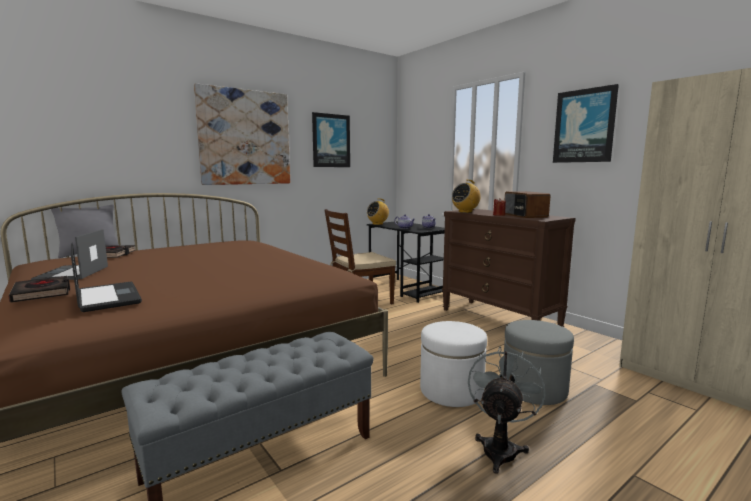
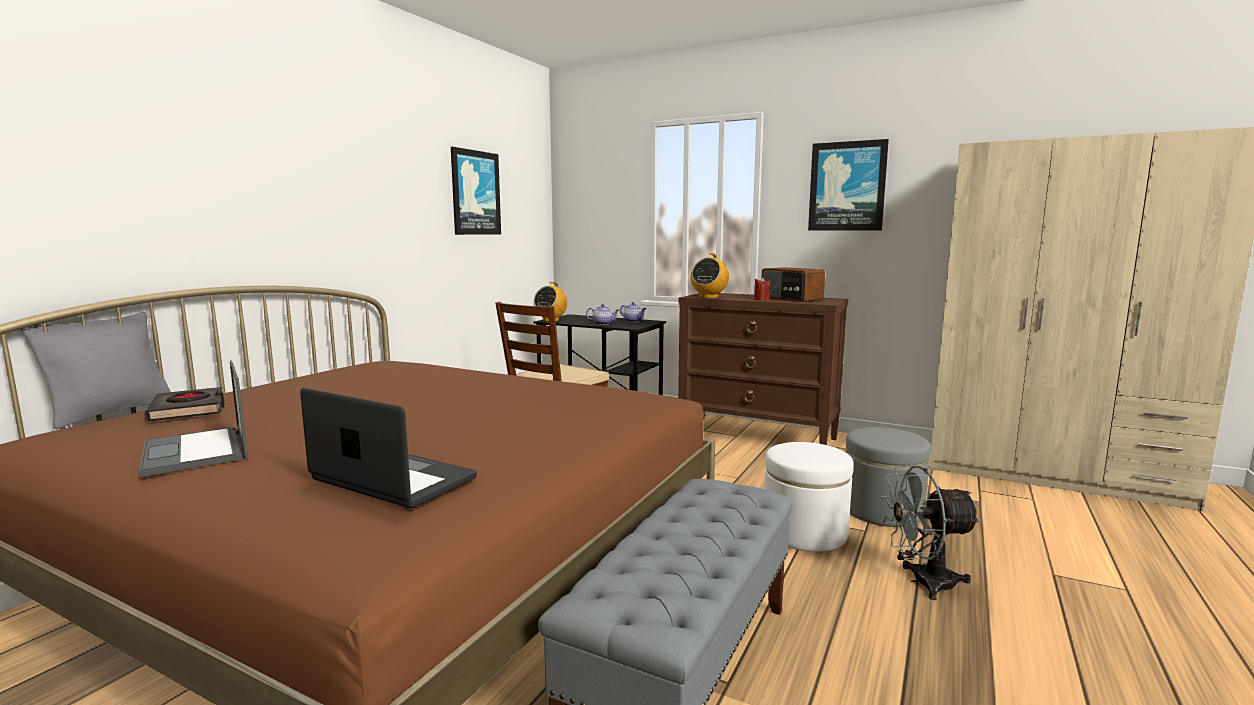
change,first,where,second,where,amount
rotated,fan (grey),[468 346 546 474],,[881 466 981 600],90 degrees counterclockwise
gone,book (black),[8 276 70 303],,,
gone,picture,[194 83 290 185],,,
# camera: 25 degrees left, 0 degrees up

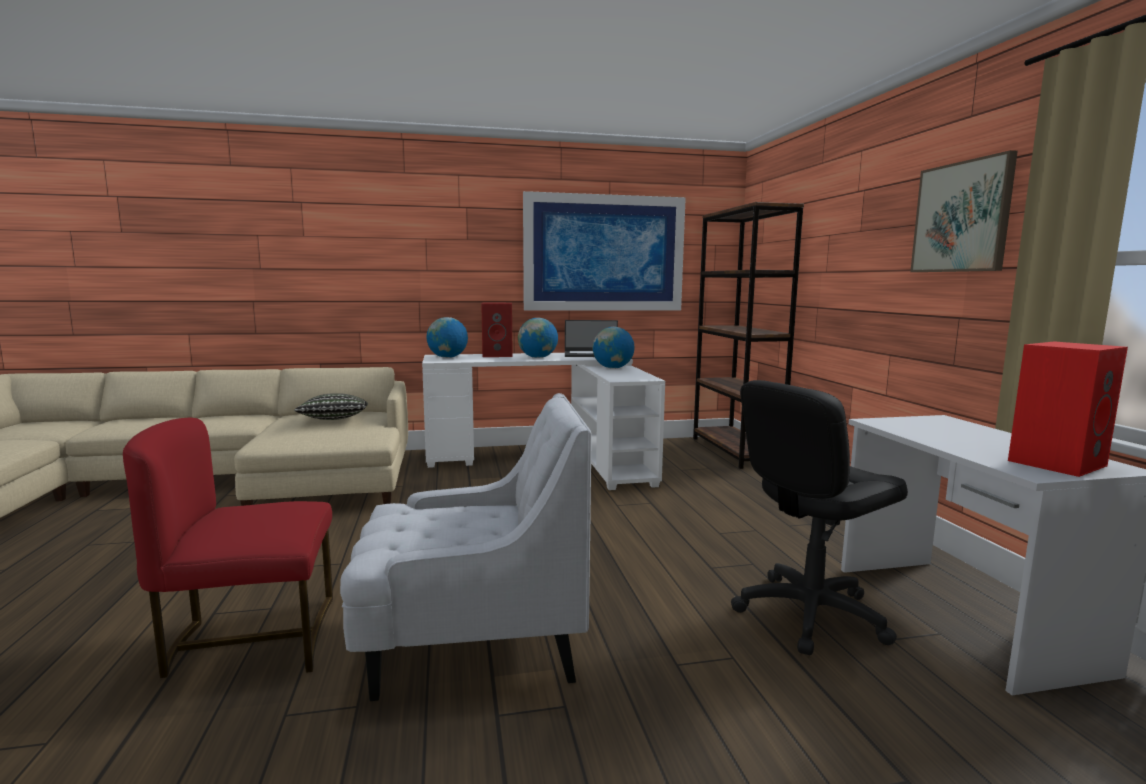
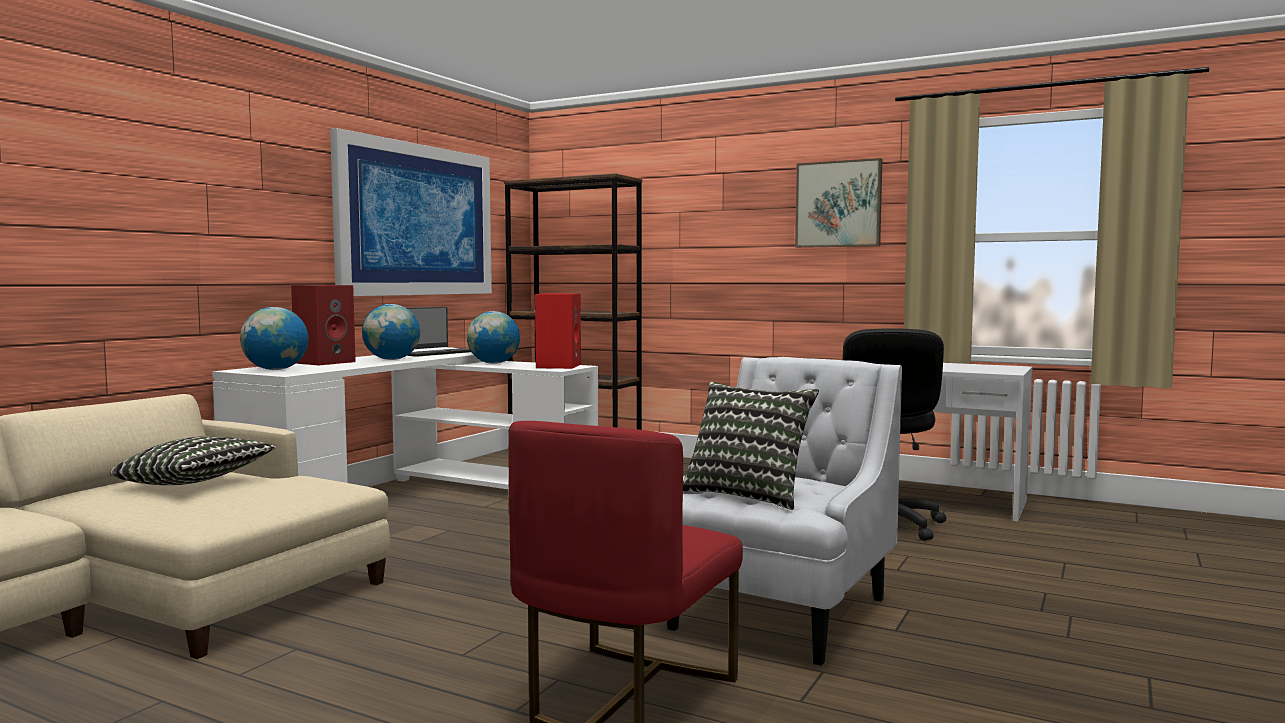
change,first,where,second,where,amount
shifted,speaker (red),[1008 341 1128 477],,[535 294 581 369],
new,,,pillow,[683 381 819 510],
# camera: 50 degrees left, 5 degrees down

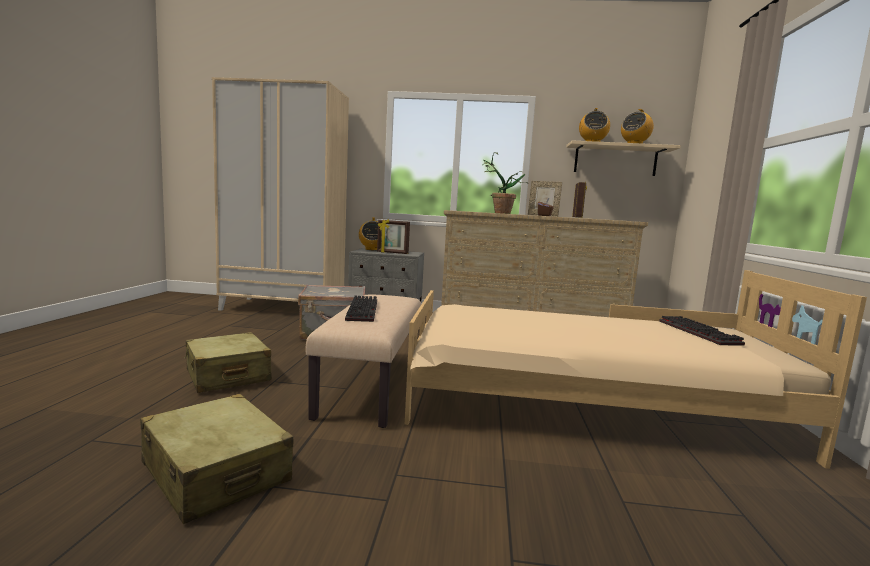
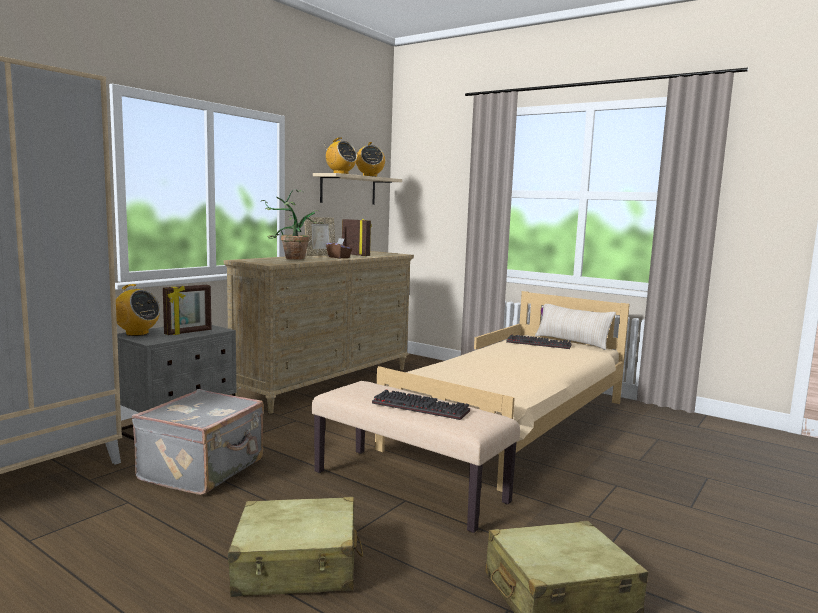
change,first,where,second,where,amount
new,,,pillow (beige),[535 304 616 350],
# camera: 60 degrees left, 0 degrees up

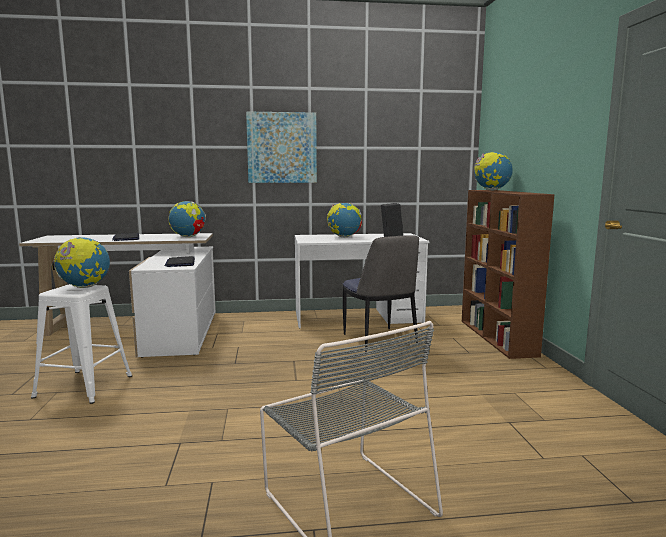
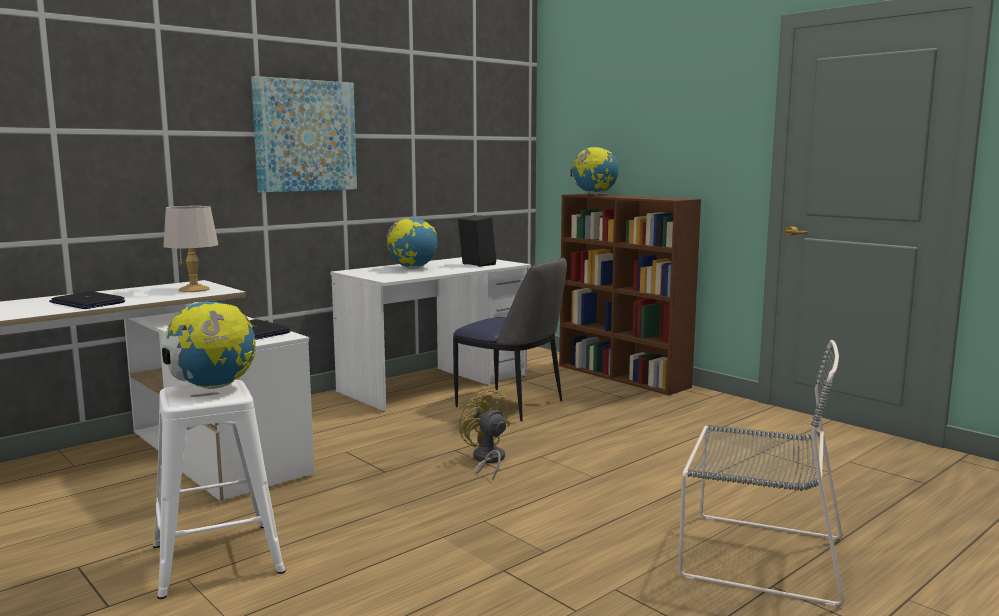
change,first,where,second,where,amount
swapped,globe,[168 201 206 237],table lamp (grey),[163 206 218 292],
new,,,fan (yellow),[459 388 510 480],
# camera: 35 degrees left, 0 degrees up

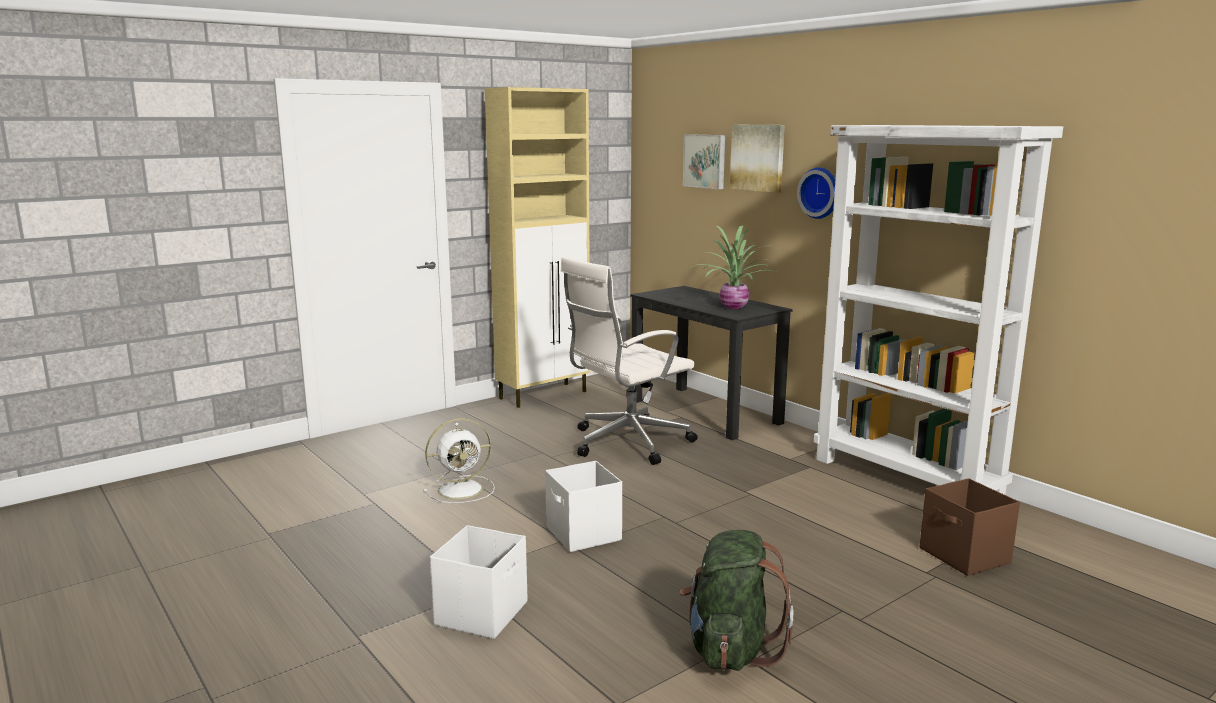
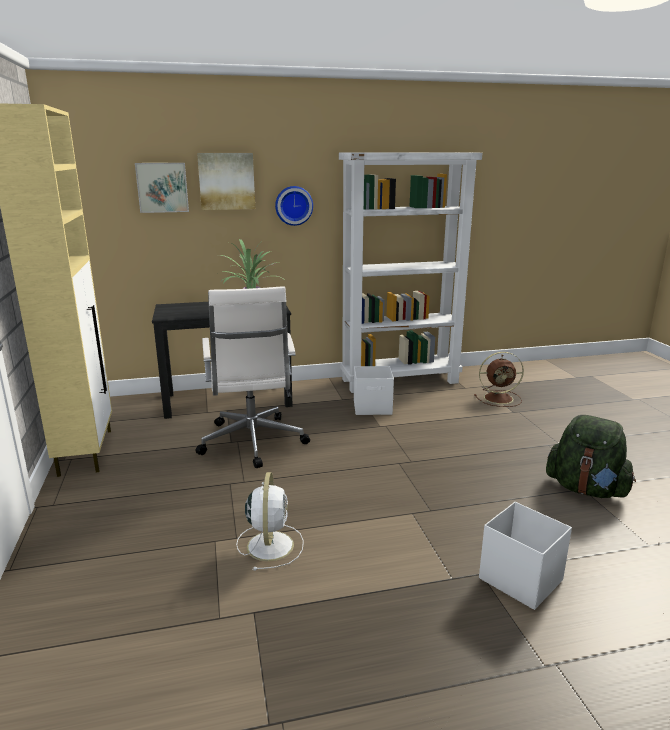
change,first,where,second,where,amount
shifted,storage box (white),[545 461 622 552],,[354 366 394 415],
swapped,storage box (brown),[920 478 1020 576],fan (brown),[474 352 524 407],
# camera: 65 degrees left, 5 degrees up

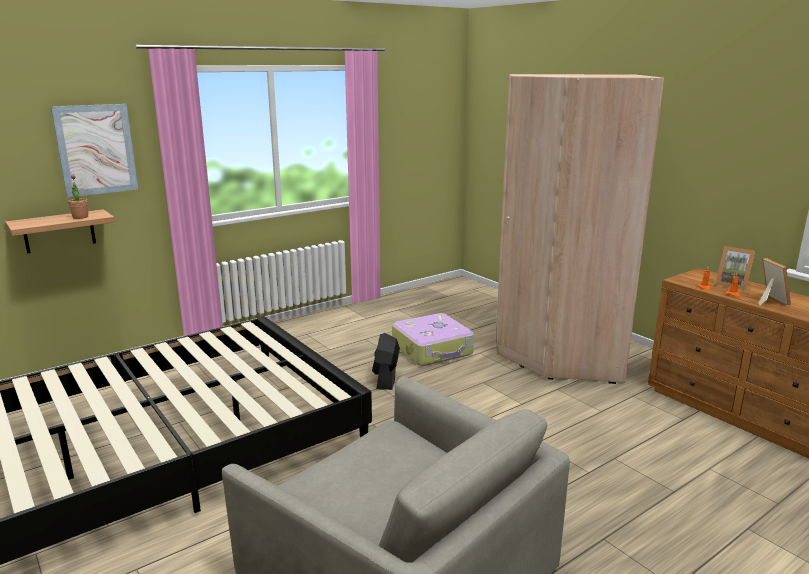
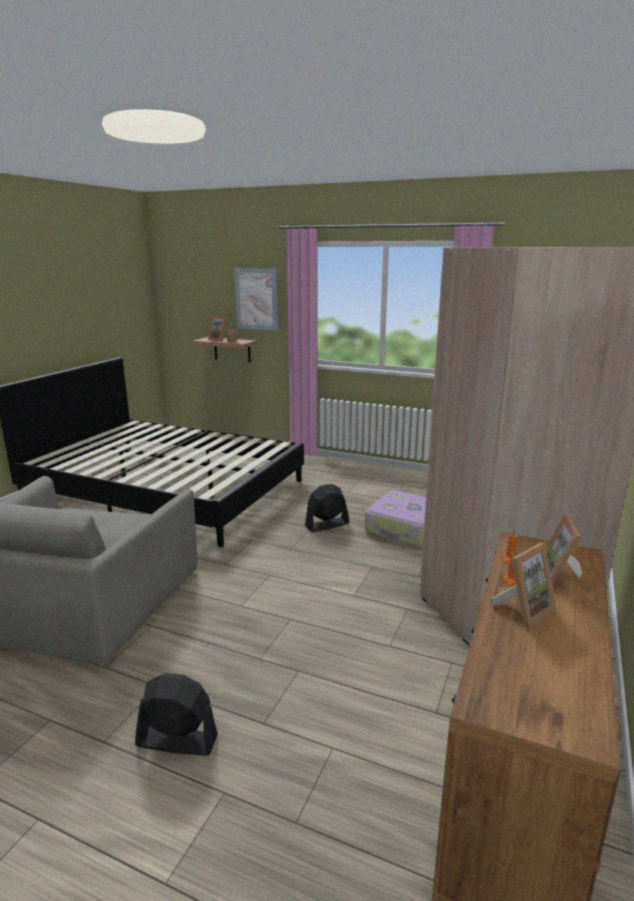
change,first,where,second,where,amount
new,,,fan (black),[135 673 218 756],
new,,,picture frame,[208 316 226 341],
# camera: 60 degrees right, 0 degrees up

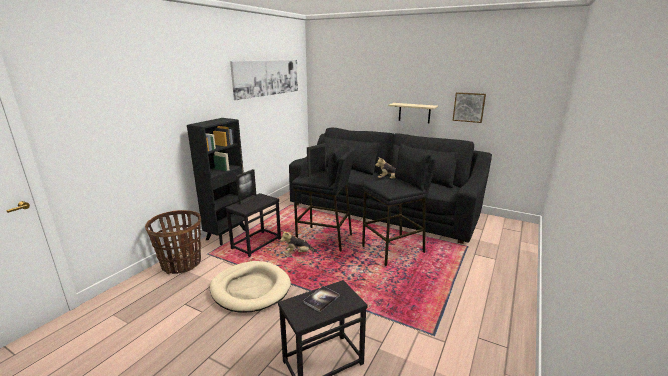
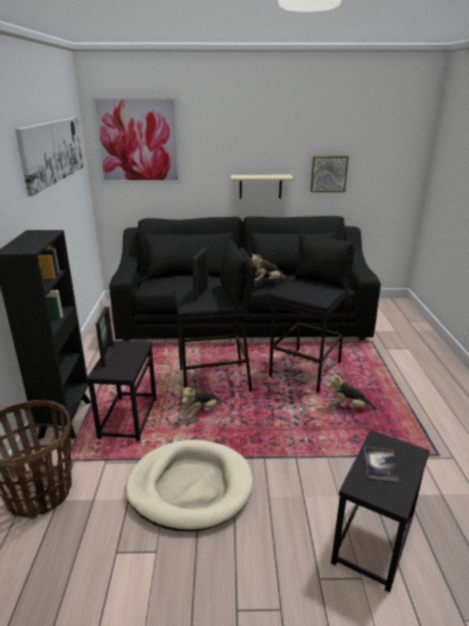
change,first,where,second,where,amount
new,,,picture,[91 96 181 184],
new,,,plush toy,[326 372 377 410],
# camera: 30 degrees left, 5 degrees up

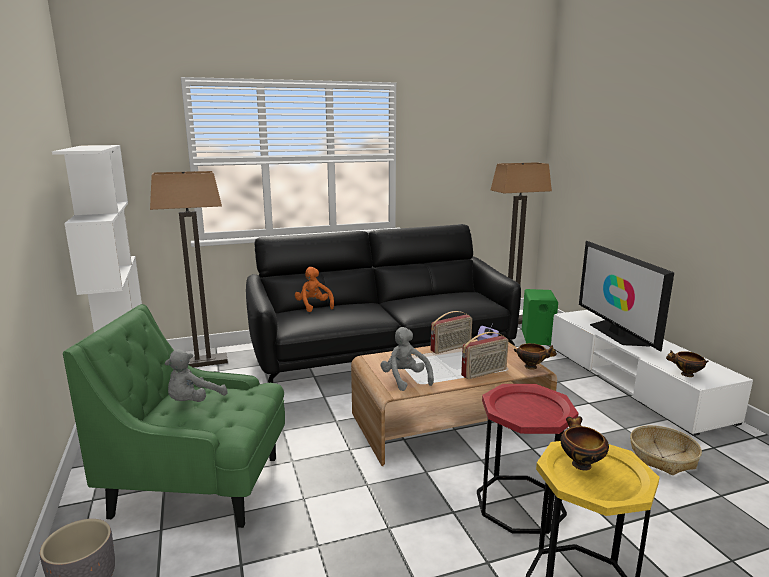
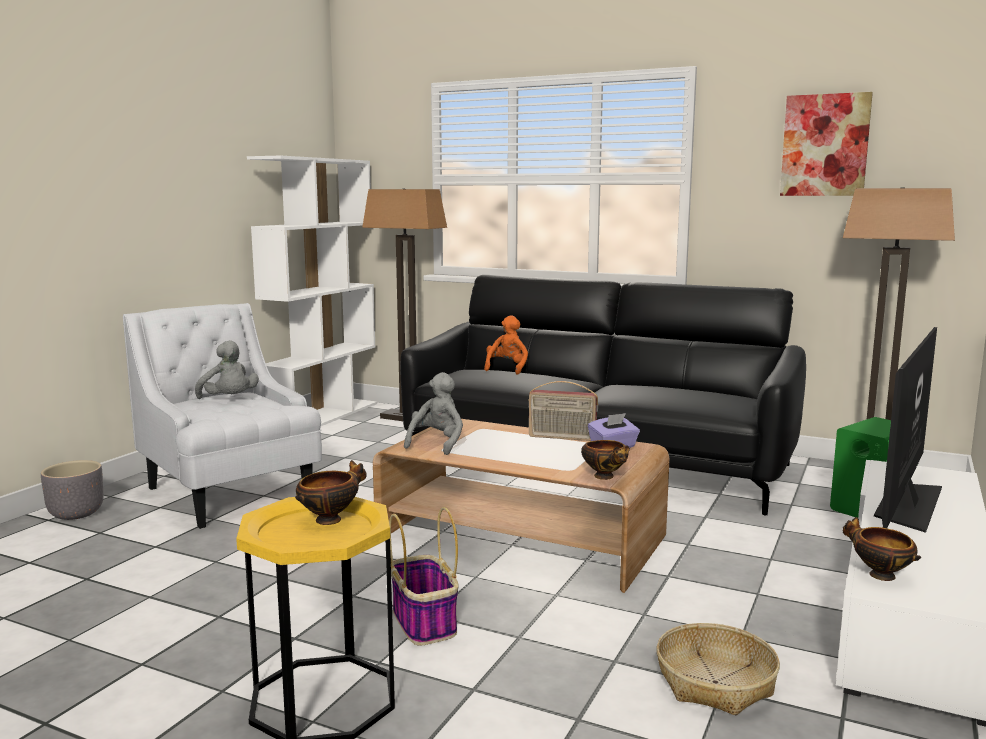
change,first,where,second,where,amount
repainted,armchair (green),[63 304 285 528],armchair (white),[123 303 322 529],
rotated,plush toy (grey),[164 349 227 402],,[195 340 259 399],120 degrees counterclockwise
swapped,side table (red),[477 384 579 534],basket,[389 507 459 645],
new,,,picture,[780 92 873 196],
gone,radio,[461 332 509 379],,,
# camera: 45 degrees right, 5 degrees down

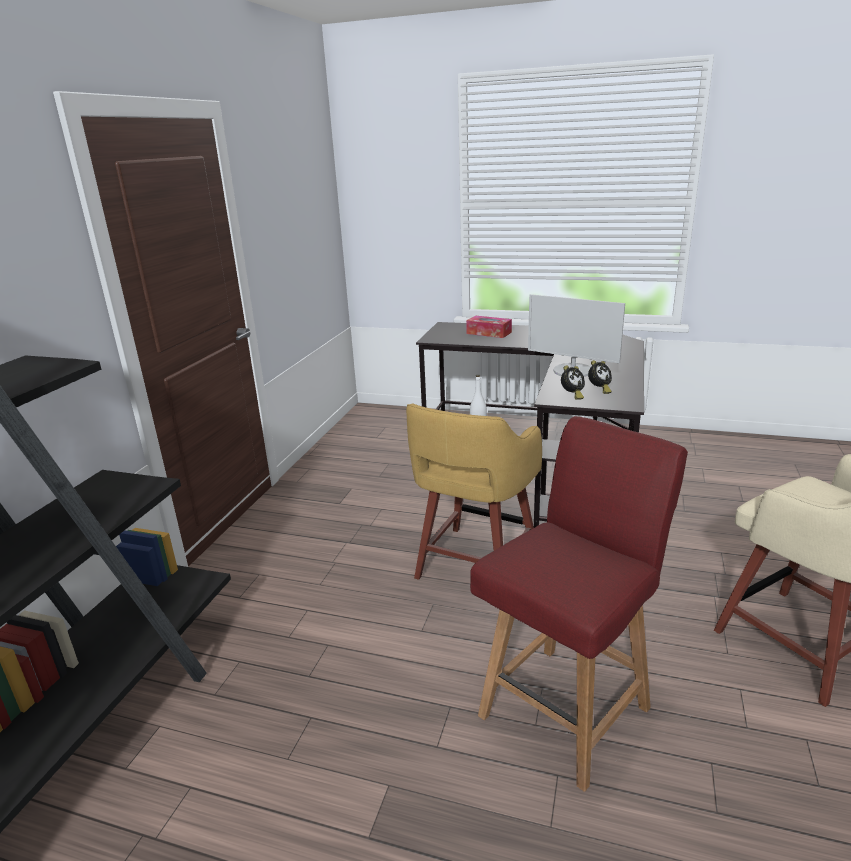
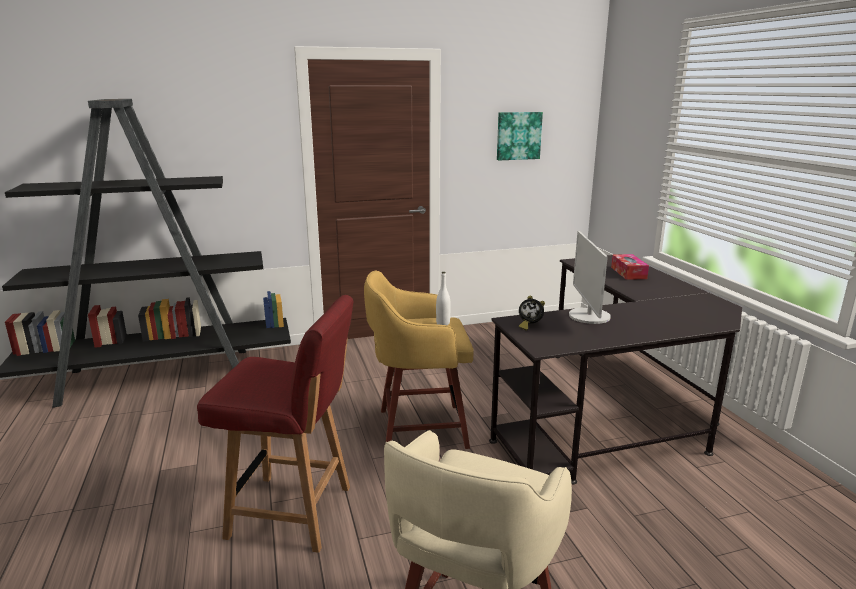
change,first,where,second,where,amount
new,,,picture,[497 112 543 160],
gone,alarm clock,[588 360 612 394],,,
# camera: 55 degrees right, 5 degrees down

